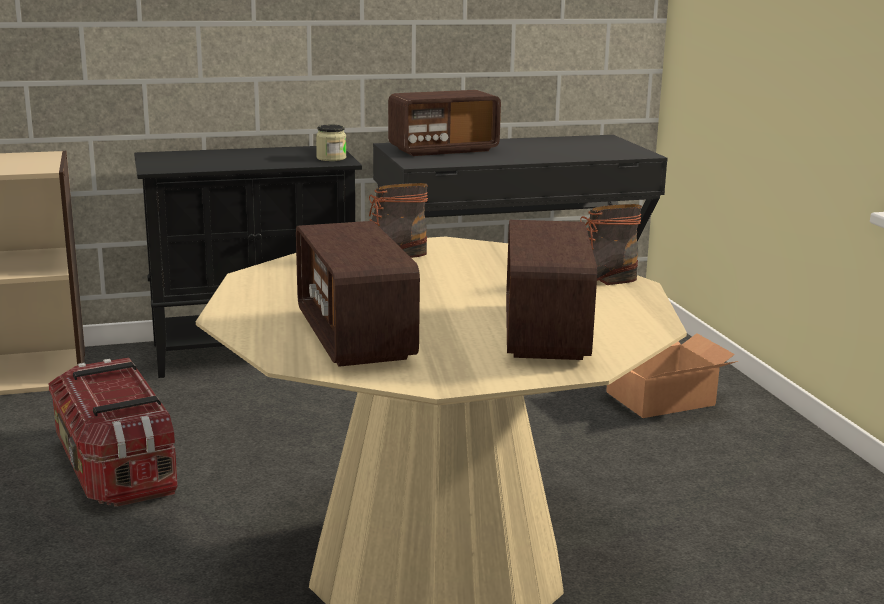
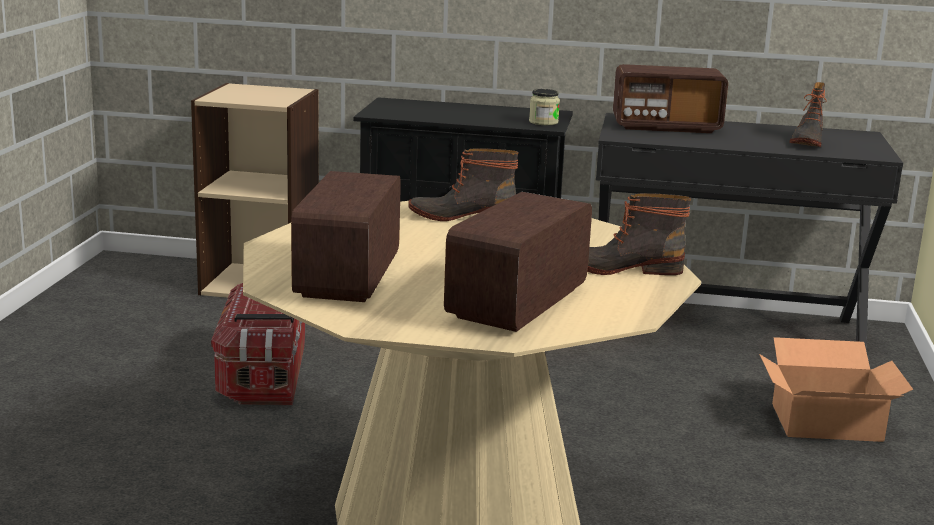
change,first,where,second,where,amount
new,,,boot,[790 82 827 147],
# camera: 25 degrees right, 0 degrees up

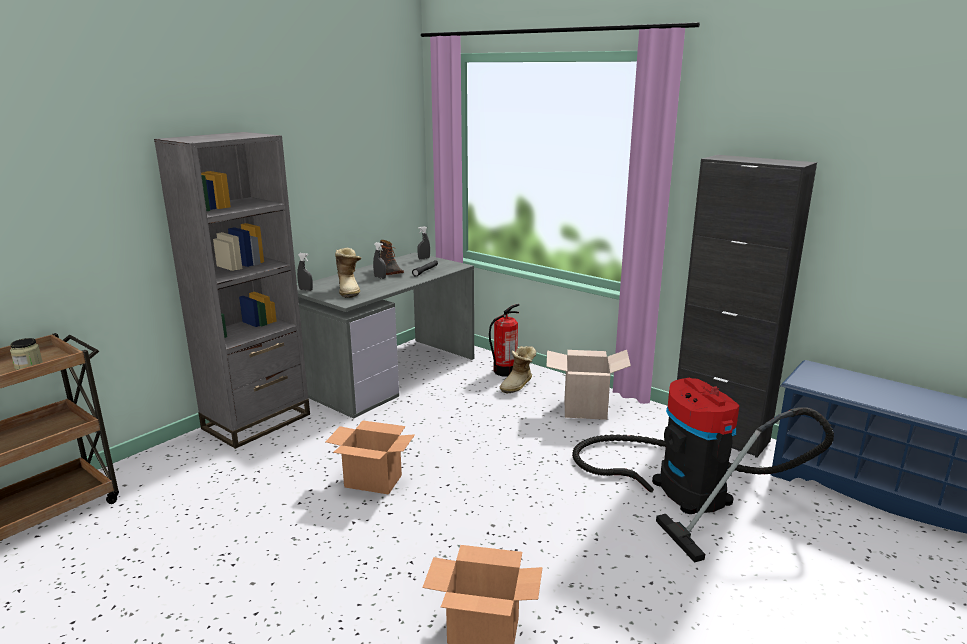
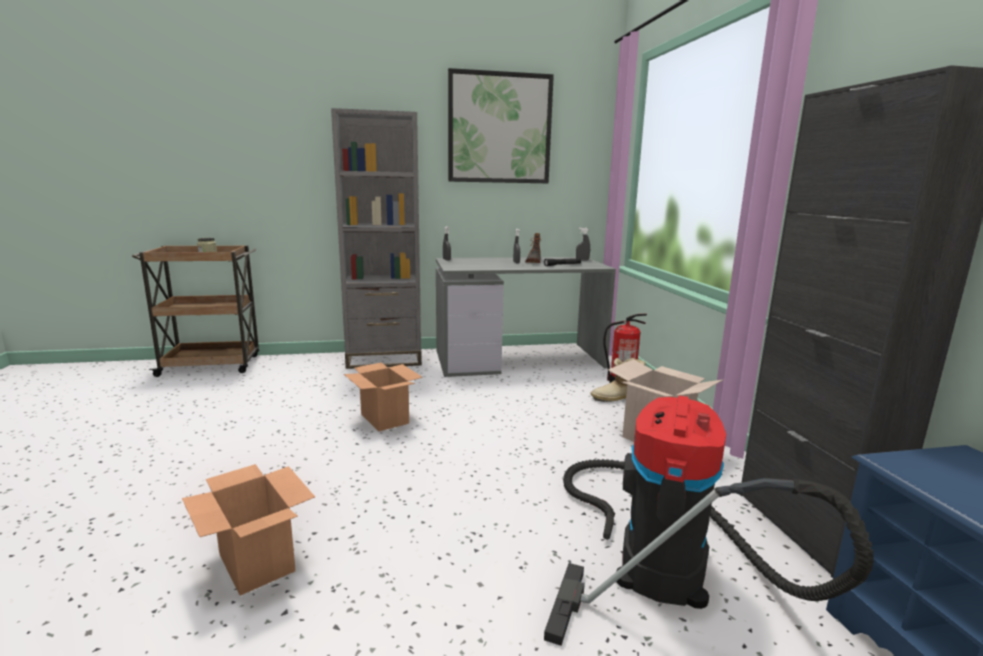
change,first,where,second,where,amount
new,,,picture,[448 68 554 183],
gone,boot,[335 248 361 298],,,
# camera: 40 degrees right, 5 degrees down

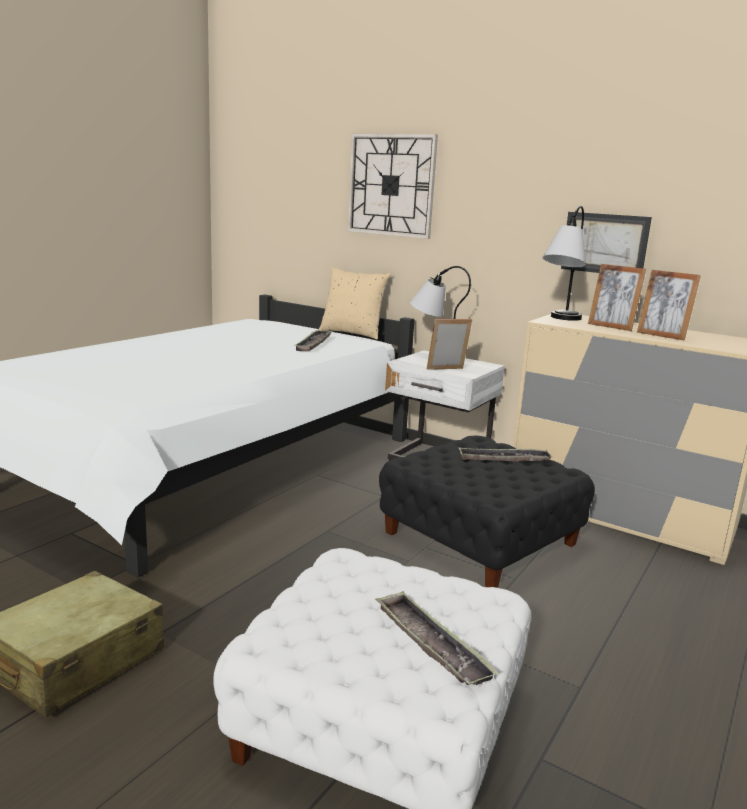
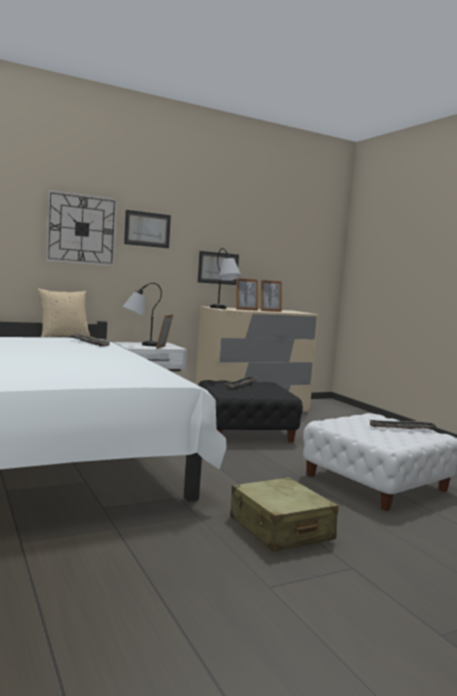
change,first,where,second,where,amount
new,,,picture,[124 210 171 248],
# camera: 60 degrees left, 10 degrees down

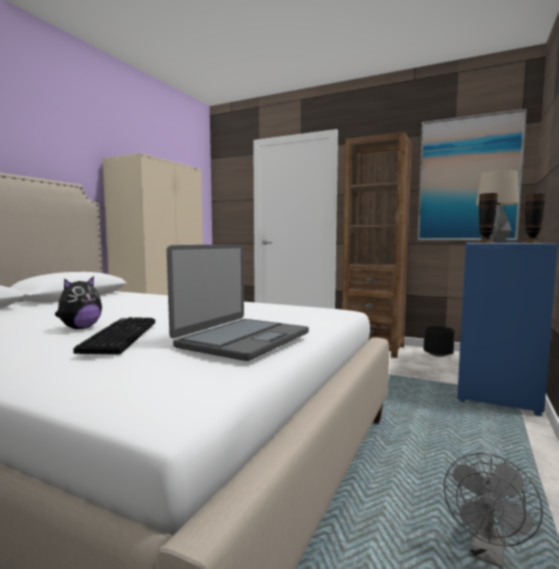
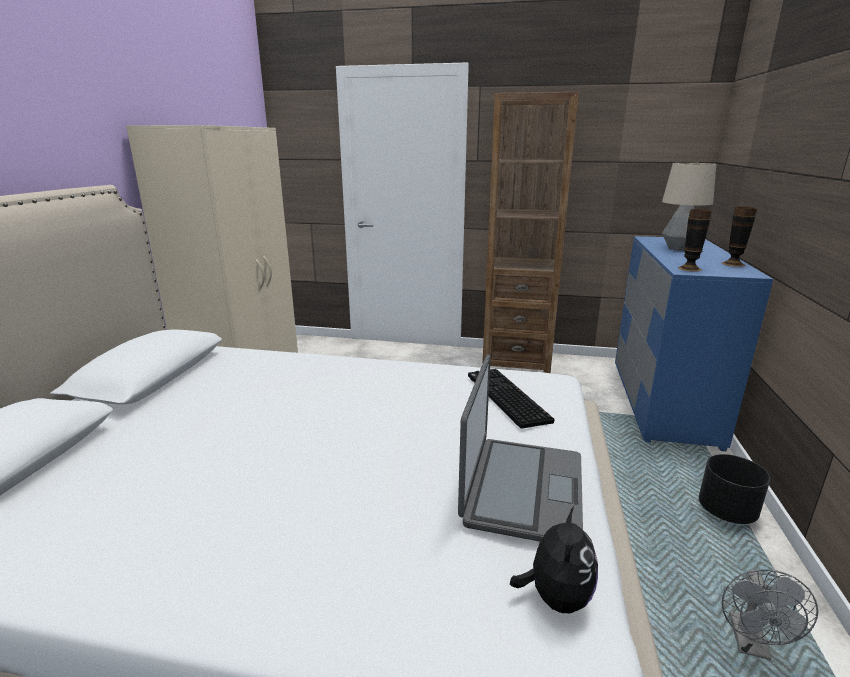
change,first,where,second,where,amount
shifted,keyboard,[73 317 155 355],,[468 369 555 429],
shifted,plush toy,[55 276 102 329],,[510 506 598 613],
shifted,planter (black),[423 326 455 357],,[699 454 770 524],
gone,picture,[417 109 527 240],,,
# camera: 15 degrees left, 15 degrees up

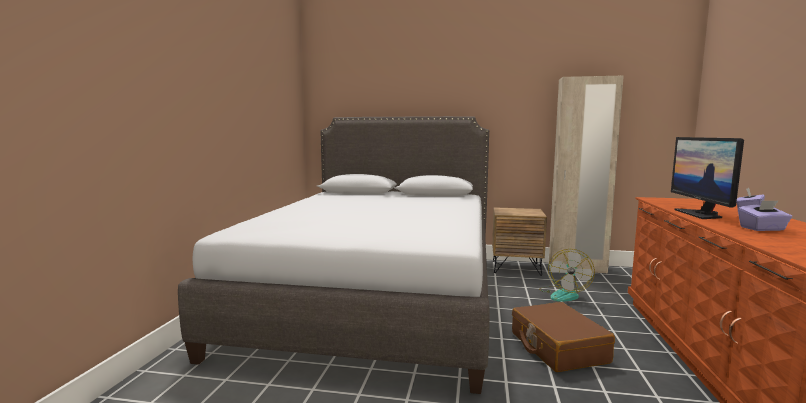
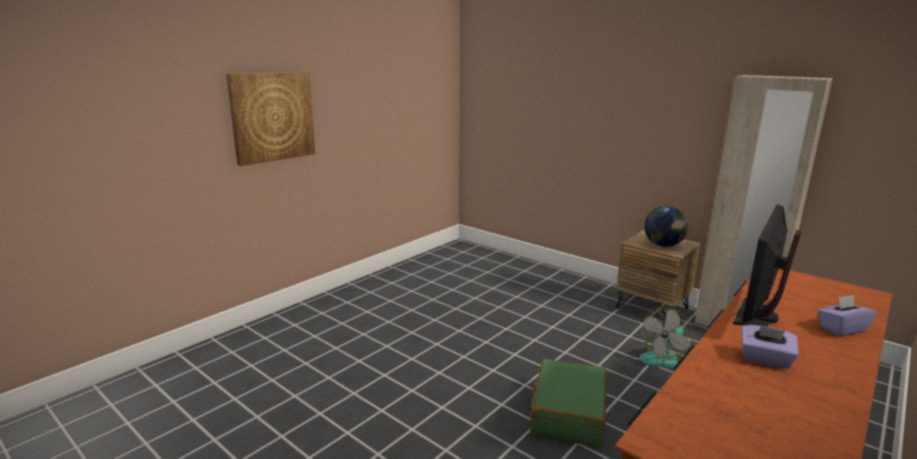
change,first,where,second,where,amount
new,,,picture,[226 71 315 166],
repainted,suitcase (brown),[512 302 615 372],suitcase (green),[530 359 607 447],
new,,,globe,[644 206 688 247],
gone,bed (grey),[178 116 490 394],,,
# camera: 30 degrees right, 10 degrees up

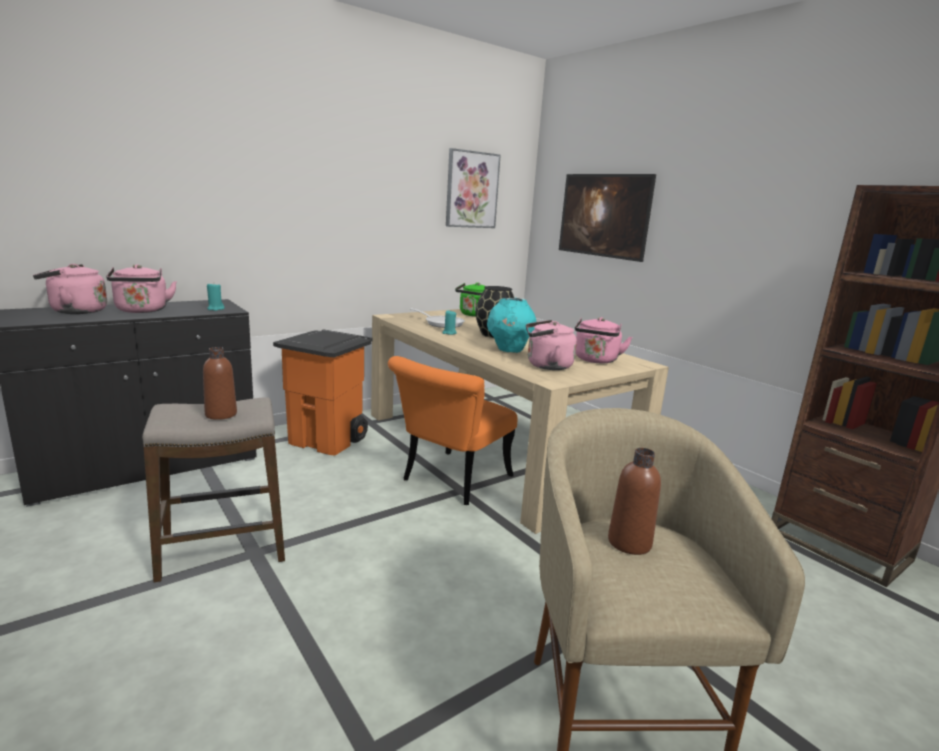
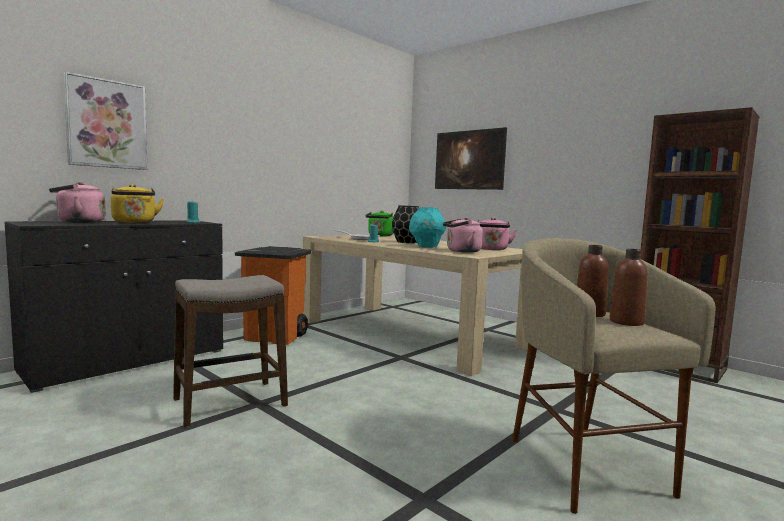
change,first,where,second,where,amount
shifted,picture,[446 148 501 228],,[63 71 147 170],
repainted,kettle (pink),[106 264 177 313],kettle (yellow),[111 184 164 223],
shifted,bottle (brown),[203 347 237 420],,[609 249 648 326],
gone,chair (orange),[388 356 517 505],,,
# camera: 10 degrees left, 10 degrees down

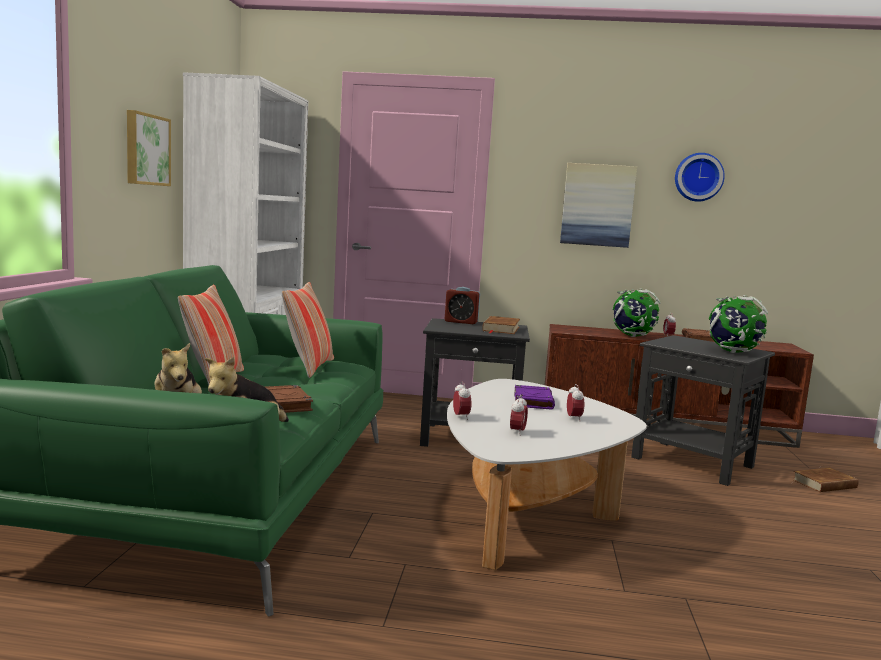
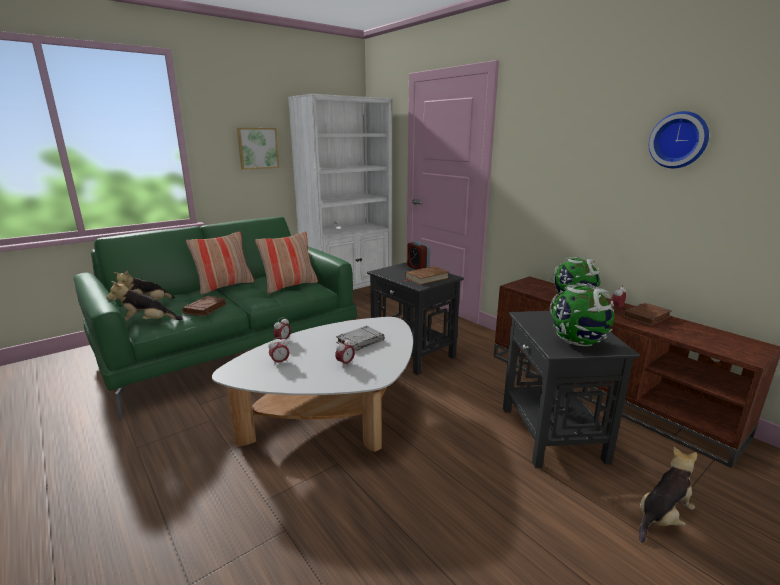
change,first,where,second,where,amount
repainted,book (purple),[514 385 555 410],book (grey),[336 326 385 351],
swapped,book (brown),[792 468 859 492],plush toy,[639 447 697 543],
gone,picture,[560 163 637 248],,,
# camera: 45 degrees right, 10 degrees up

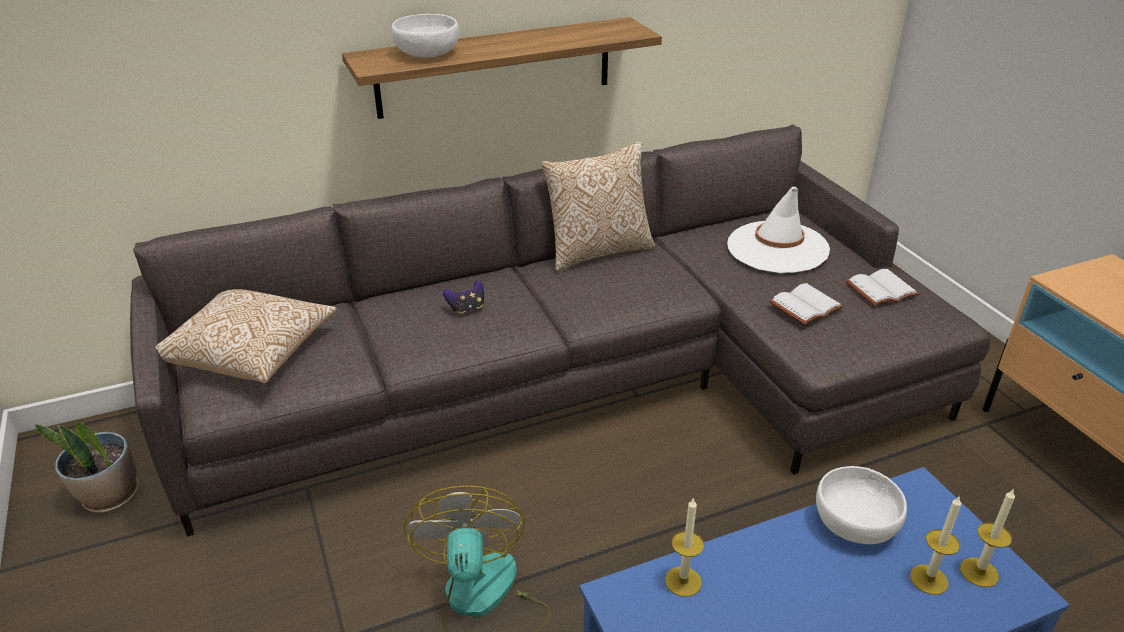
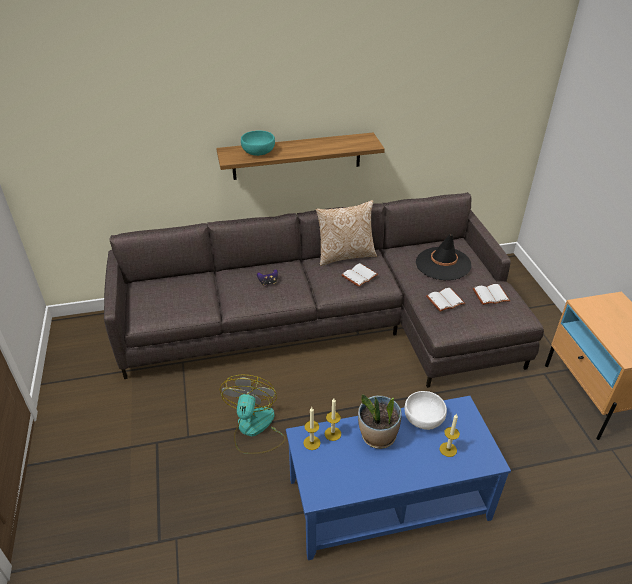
change,first,where,second,where,amount
repainted,bowl (white),[392 14 459 58],bowl (turquoise),[241 130 275 156],
shifted,candle,[960 488 1015 587],,[303 407 321 450],
new,,,book (white),[341 263 379 287],
shifted,potted plant,[35 422 139 513],,[358 394 402 449],
repainted,hat (white),[727 187 830 273],hat (black),[416 234 471 280],
gone,pillow,[155 289 337 383],,,
# camera: 10 degrees right, 5 degrees up

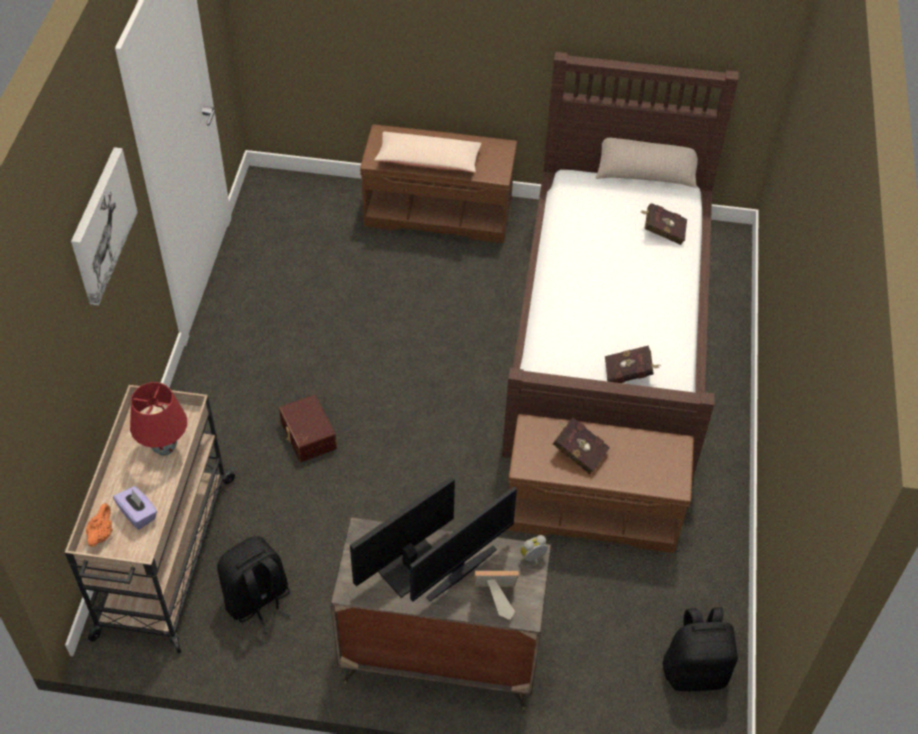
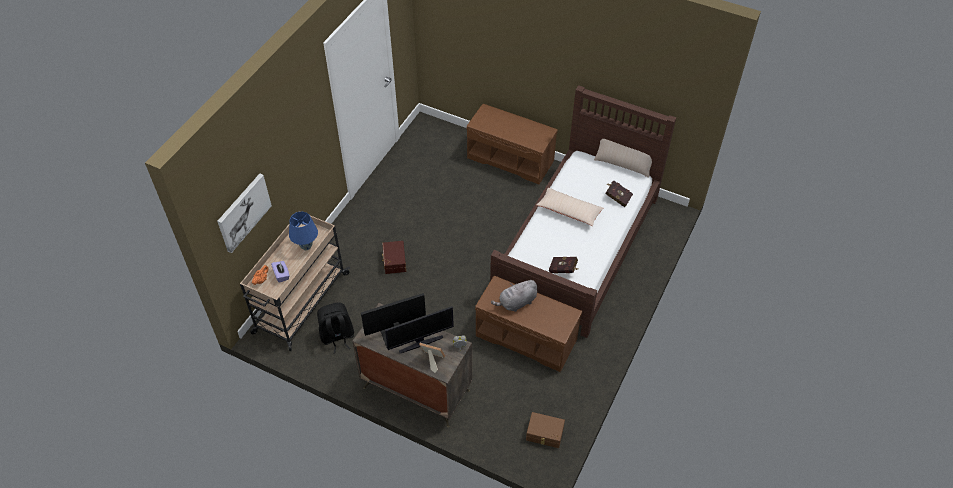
change,first,where,second,where,amount
shifted,picture,[71 147 138 305],,[217 173 272 253],
repainted,table lamp (red),[130 382 187 456],table lamp (blue),[289 212 318 250],
swapped,book (red),[553 418 610 474],plush toy (grey),[491 279 537 312],
swapped,backpack (black),[663 607 738 692],storage box (brown),[526 412 565 448],
shifted,pillow (beige),[374 132 482 172],,[537 188 603 226],
# camera: 20 degrees right, 0 degrees up

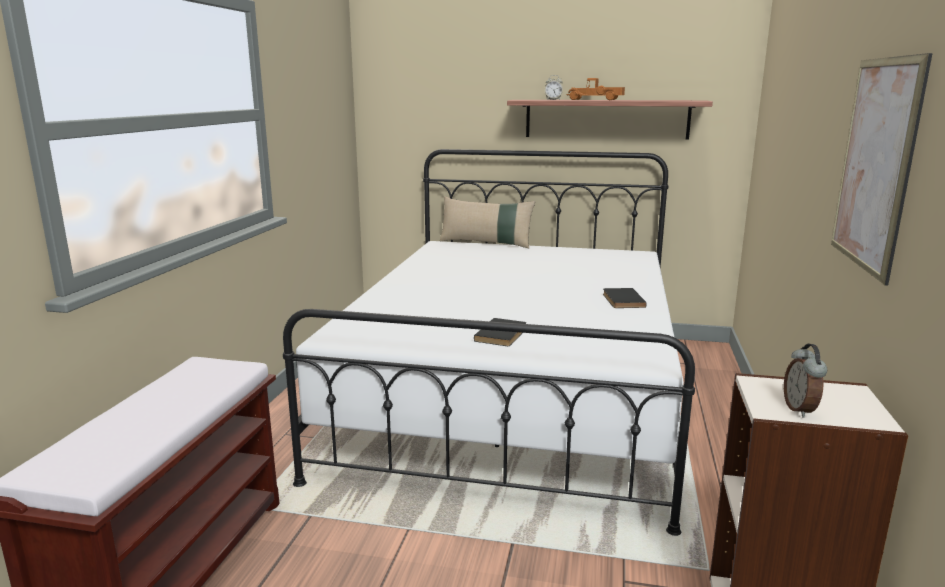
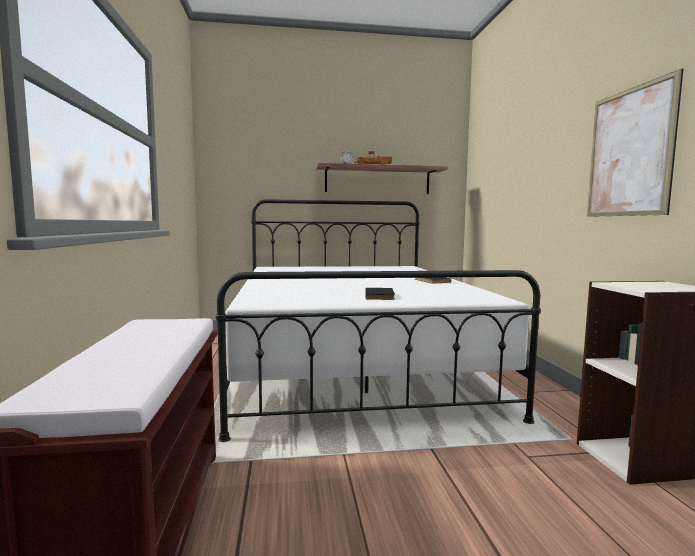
change,first,where,second,where,amount
gone,pillow (beige),[440 196 536 248],,,
gone,alarm clock,[784 344 827 417],,,
# camera: 20 degrees left, 10 degrees down

